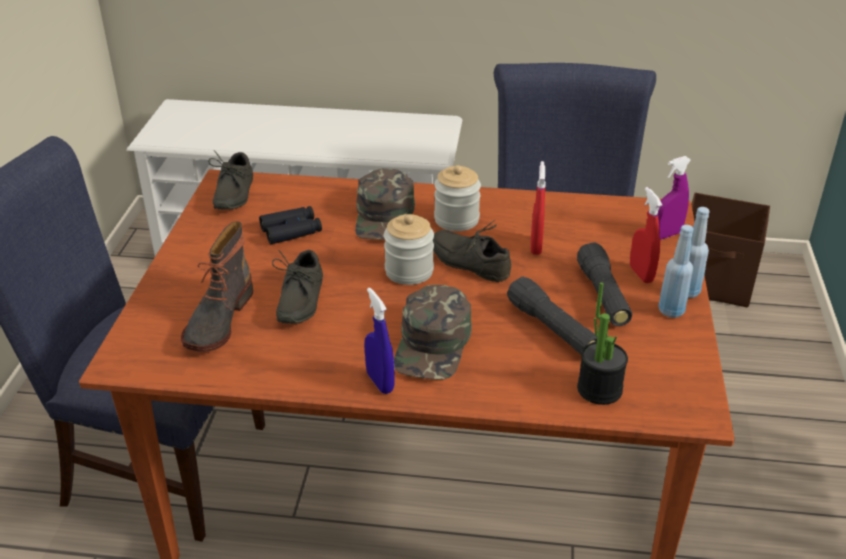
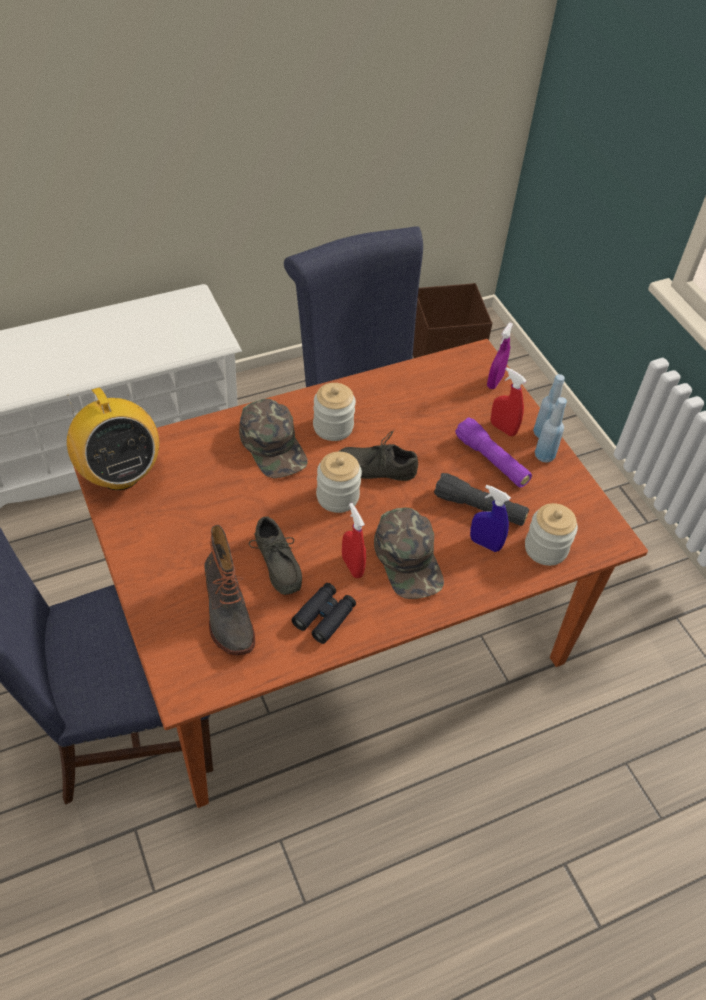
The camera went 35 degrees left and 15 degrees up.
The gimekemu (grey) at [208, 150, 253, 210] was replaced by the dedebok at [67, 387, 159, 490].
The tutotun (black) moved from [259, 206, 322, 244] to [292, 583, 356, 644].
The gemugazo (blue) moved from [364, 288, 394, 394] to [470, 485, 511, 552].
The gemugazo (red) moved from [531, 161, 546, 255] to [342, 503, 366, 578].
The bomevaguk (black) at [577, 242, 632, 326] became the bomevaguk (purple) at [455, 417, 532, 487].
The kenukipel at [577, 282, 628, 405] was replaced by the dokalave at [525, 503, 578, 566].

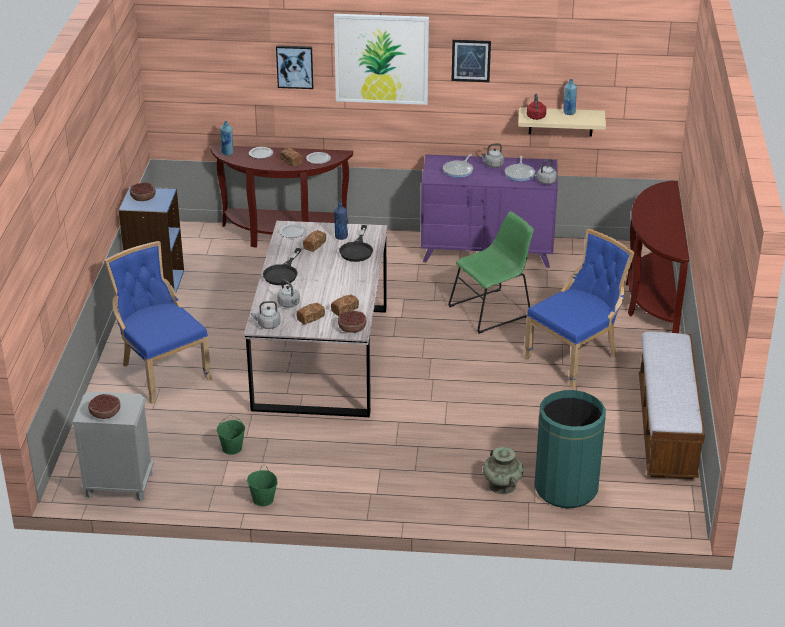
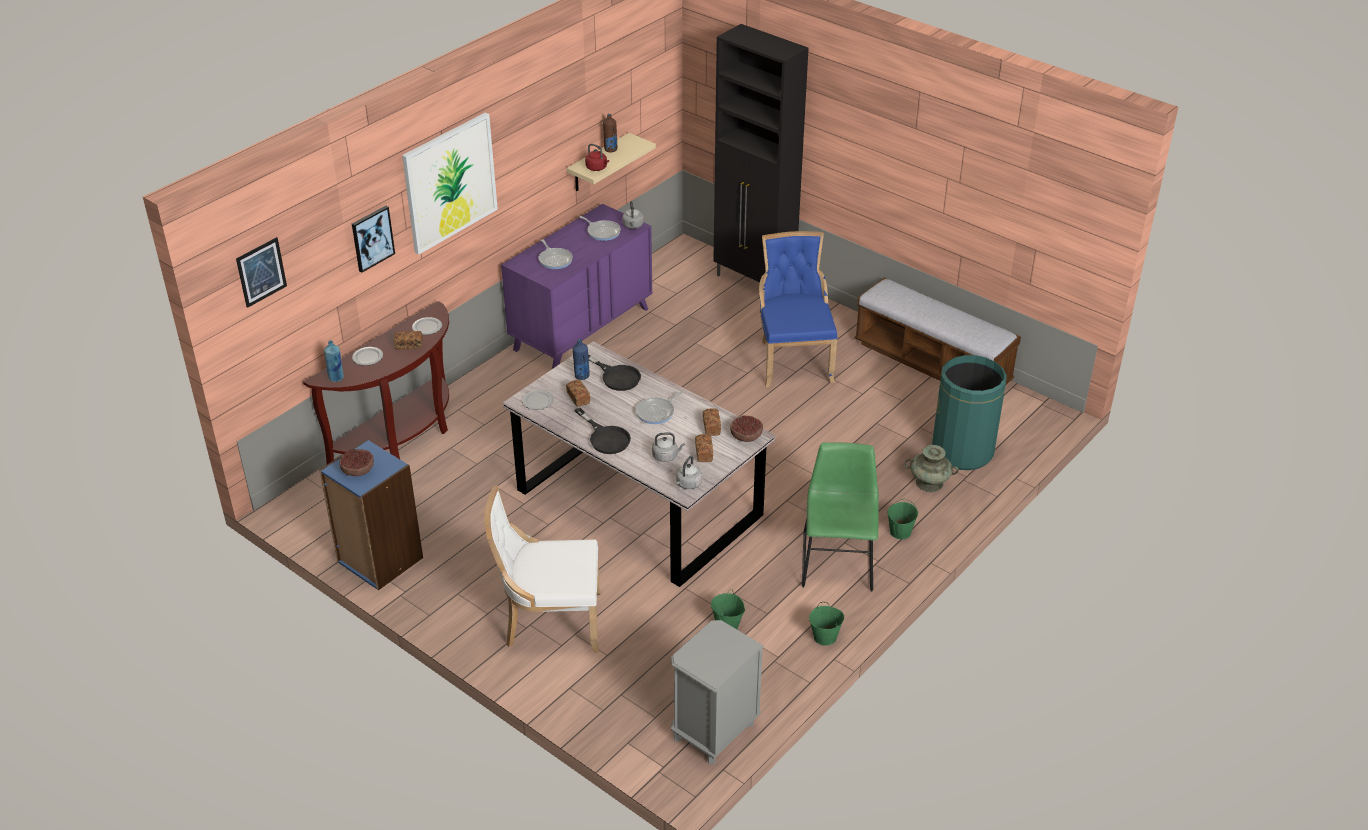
The camera went 55 degrees left and 5 degrees up.
The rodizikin at [88, 394, 120, 419] disappeared.
The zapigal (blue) at [104, 241, 212, 404] became the zapigal (white) at [484, 485, 601, 653].
The zapigal (green) moved from [448, 211, 534, 334] to [802, 442, 879, 591].
The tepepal moved from [452, 40, 491, 82] to [236, 237, 287, 308].
The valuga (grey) at [480, 143, 504, 168] disappeared.
The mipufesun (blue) at [563, 79, 577, 115] became the mipufesun (brown) at [603, 114, 617, 152].
The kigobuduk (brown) at [626, 181, 689, 333] was replaced by the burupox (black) at [713, 24, 809, 282].
The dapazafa at [636, 391, 683, 424] appeared.
The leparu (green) at [887, 499, 918, 539] appeared.

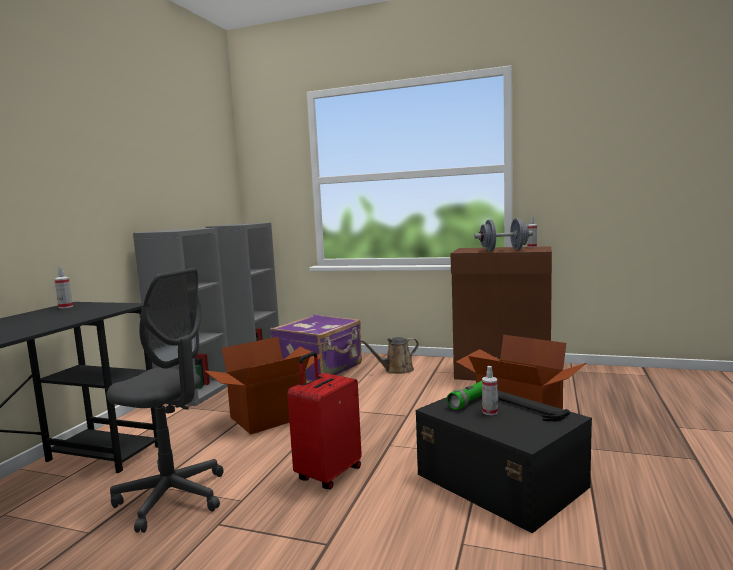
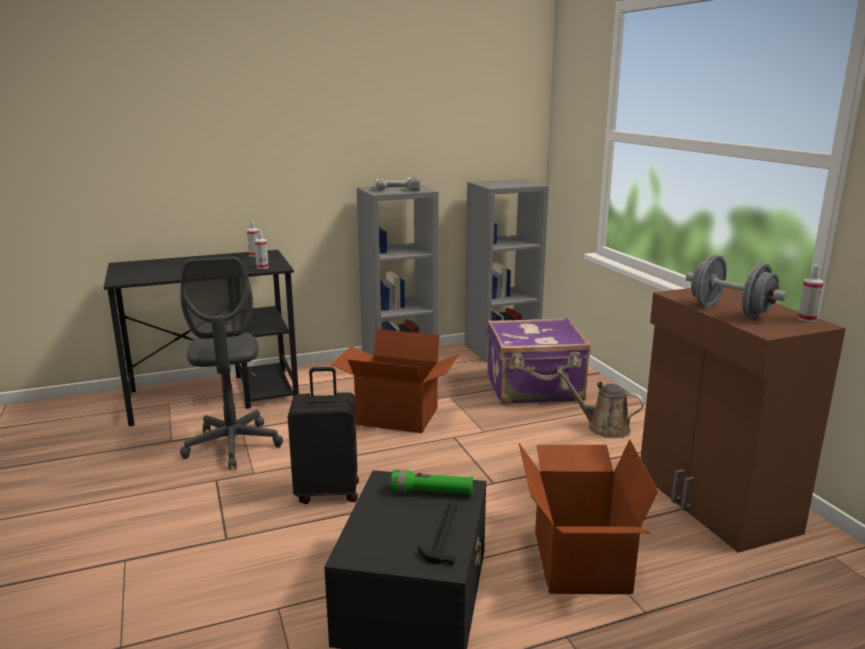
The camera went 50 degrees right and 10 degrees up.
The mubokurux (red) at [287, 352, 362, 489] became the mubokurux (black) at [288, 367, 359, 504].
The gemugazo moved from [482, 366, 498, 415] to [254, 229, 269, 269].
The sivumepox at [375, 176, 420, 191] appeared.

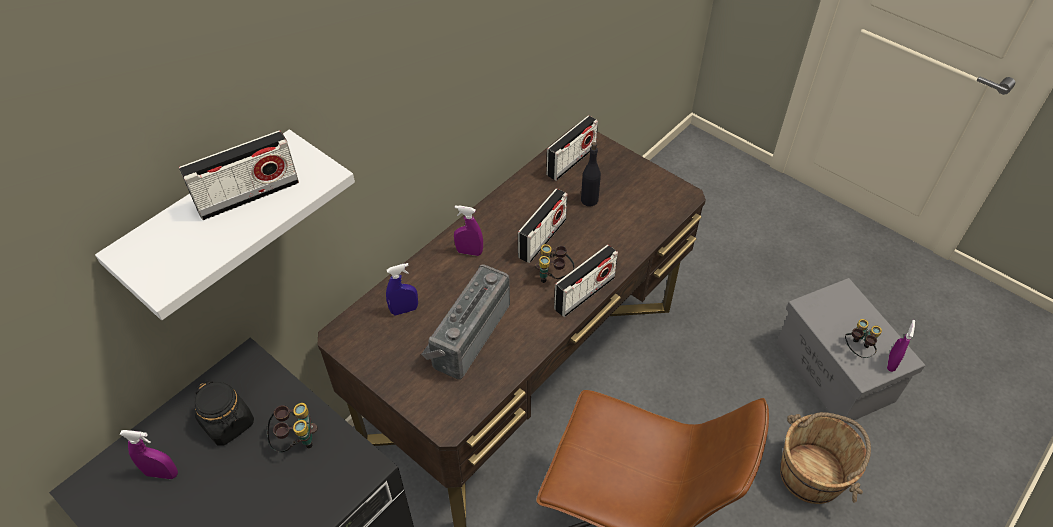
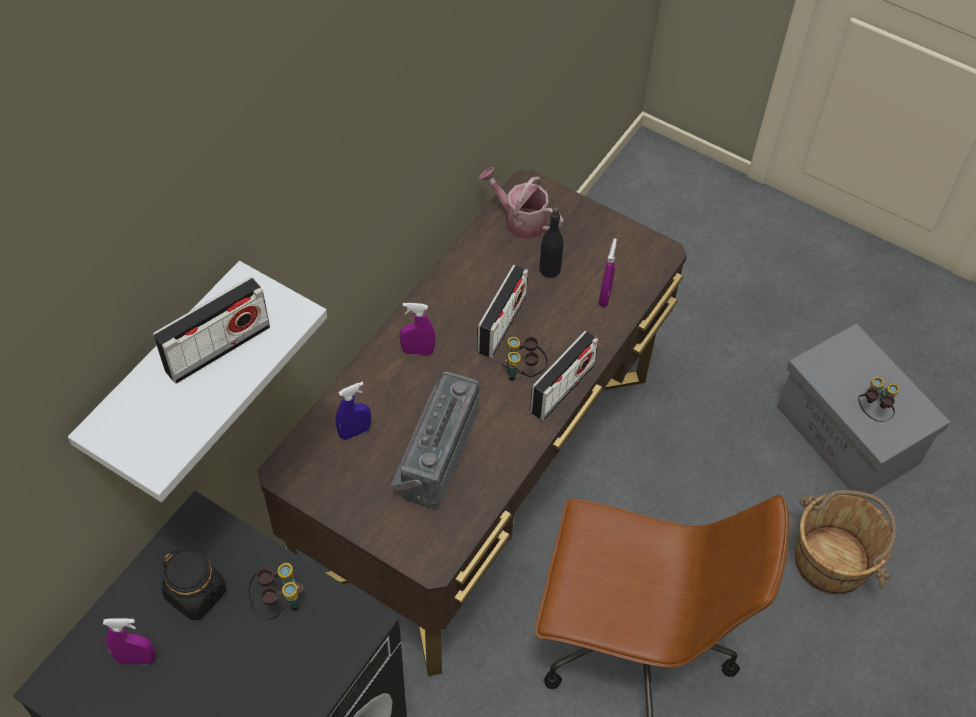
The camera went 10 degrees left and 5 degrees up.
The dedebok at [546, 115, 598, 181] was replaced by the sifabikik at [479, 167, 563, 239].
The gemugazo (purple) moved from [887, 320, 915, 372] to [599, 238, 617, 307].

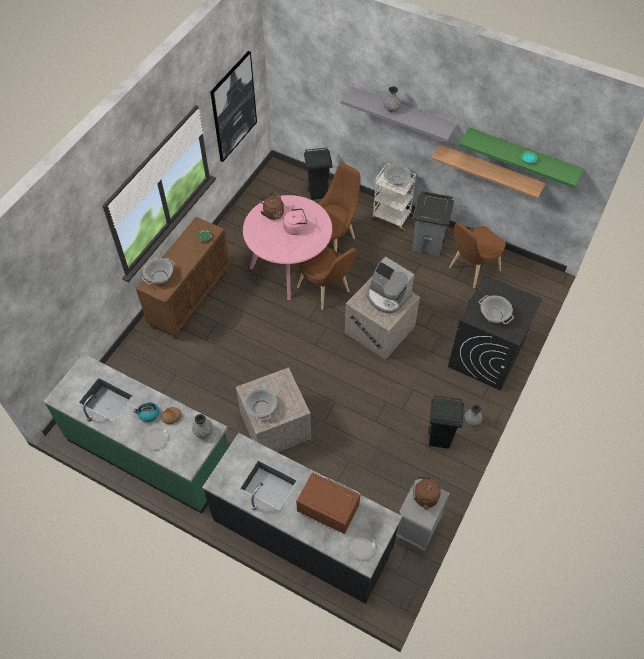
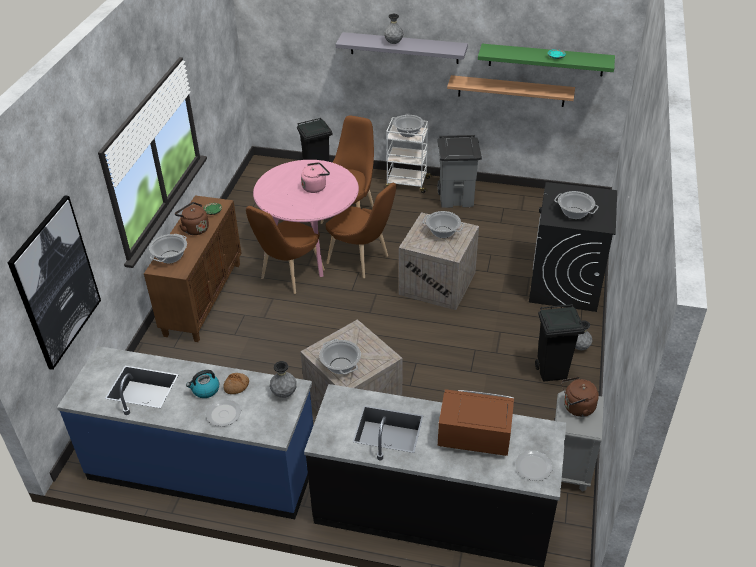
The camera went 15 degrees left and 15 degrees down.
The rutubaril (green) at [43, 353, 229, 514] became the rutubaril (blue) at [57, 346, 313, 519].
The tepepal moved from [210, 51, 257, 162] to [7, 195, 101, 370].
The valuga (brown) moved from [259, 192, 284, 220] to [175, 202, 209, 235].
The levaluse at [367, 256, 414, 314] was replaced by the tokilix at [422, 211, 464, 238].
The zapigal (brown) moved from [449, 222, 506, 288] to [246, 206, 325, 294].

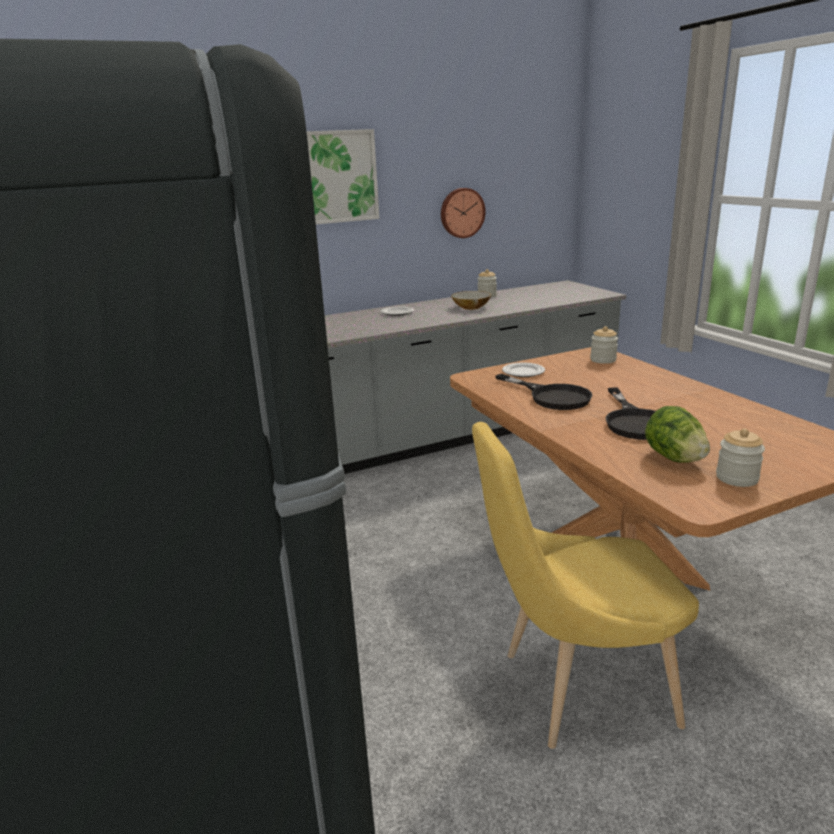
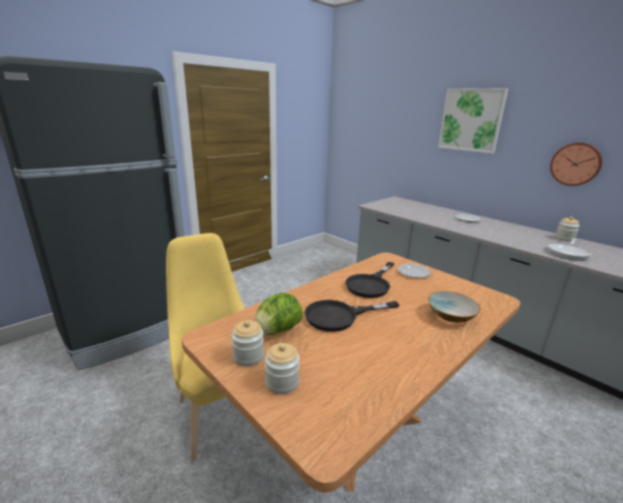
The camera went 70 degrees right and 0 degrees up.
The rodizikin moved from [451, 291, 491, 310] to [428, 291, 481, 323].
The dokalave moved from [590, 326, 618, 364] to [265, 343, 300, 394].
The dapazafa at [548, 238, 592, 260] appeared.

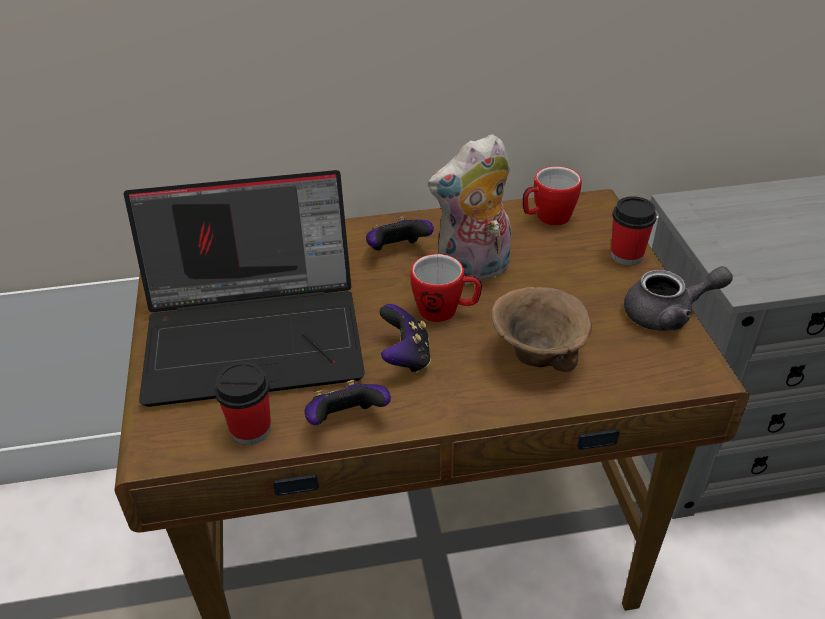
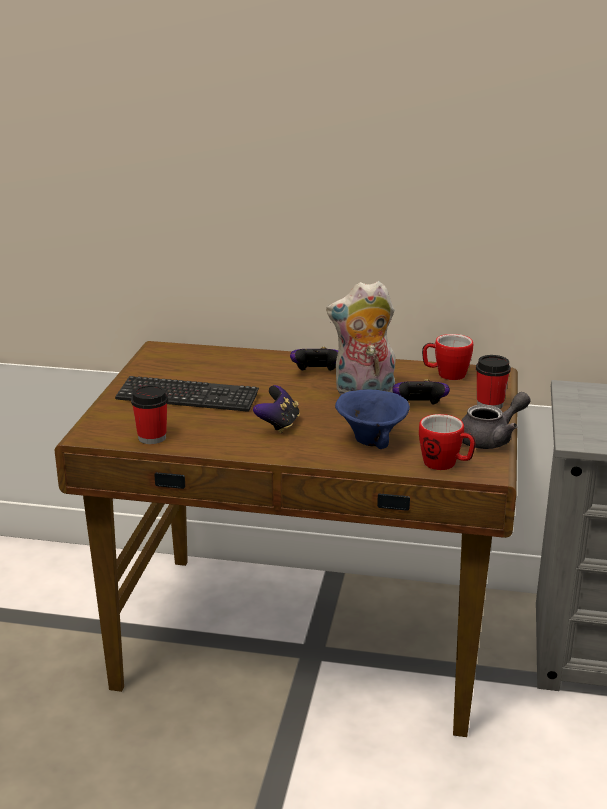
The camera went 20 degrees right and 15 degrees down.
The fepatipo at [124, 170, 365, 407] was replaced by the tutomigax at [115, 376, 259, 412].
The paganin moved from [304, 380, 391, 425] to [392, 379, 450, 405].
The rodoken moved from [410, 254, 482, 322] to [419, 414, 475, 470].
The rodizikin (brown) at [491, 287, 592, 372] became the rodizikin (blue) at [335, 390, 410, 449].
The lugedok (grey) at [624, 266, 733, 331] turned 45 degrees counterclockwise.

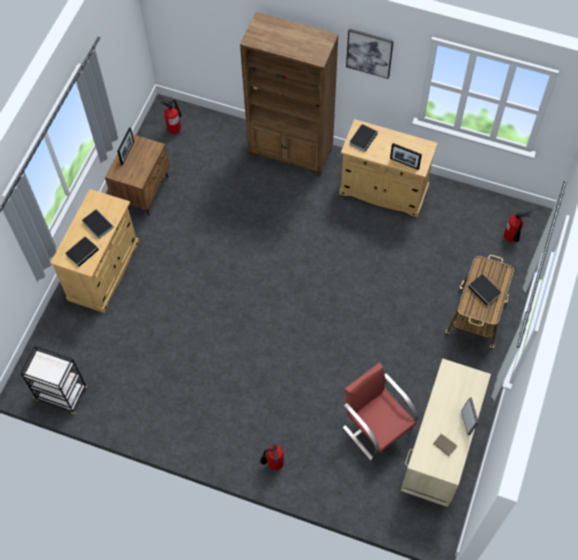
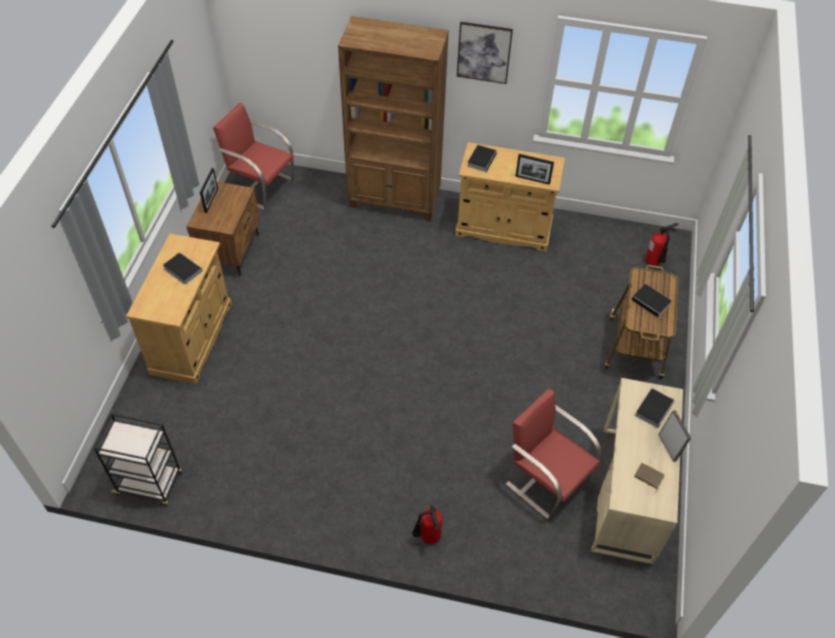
The camera went 10 degrees left and 10 degrees down.
The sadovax moved from [65, 237, 100, 267] to [635, 388, 675, 428].
The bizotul at [160, 97, 182, 134] was replaced by the zapigal (red) at [213, 103, 294, 210].

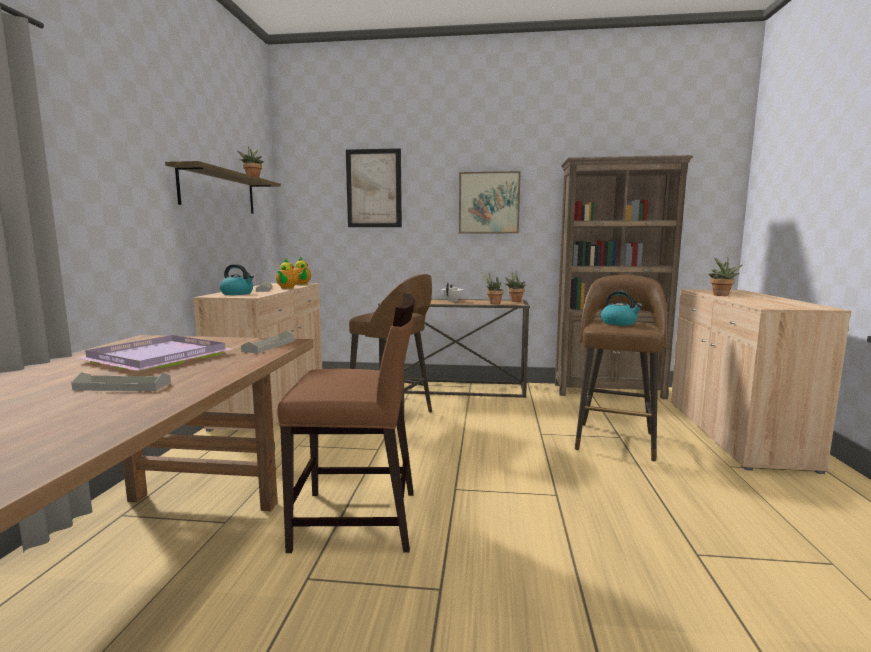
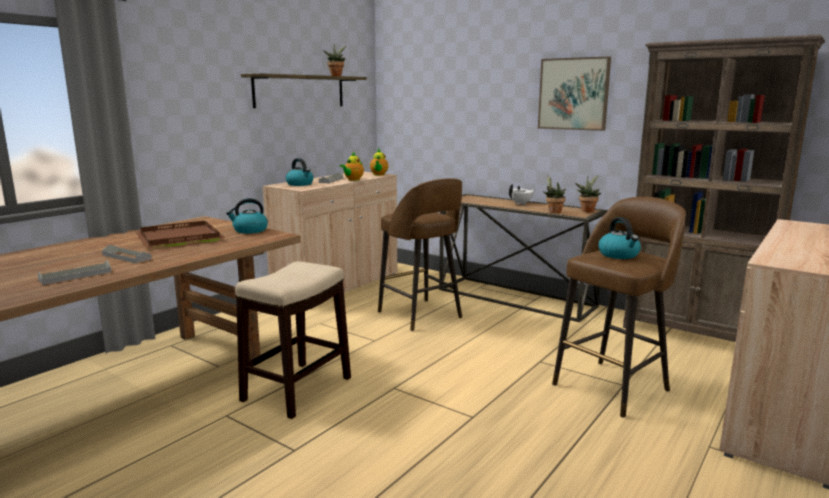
The camera went 30 degrees right and 5 degrees up.
The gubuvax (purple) at [77, 335, 233, 371] became the gubuvax (brown) at [135, 221, 226, 247].
The gubuvax (grey) moved from [241, 331, 294, 353] to [37, 260, 111, 285].
The zapigal (brown) at [277, 293, 415, 553] was replaced by the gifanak at [235, 261, 351, 419].
The tepepal at [346, 148, 402, 227] disappeared.
The kenukipel at [708, 258, 742, 296] disappeared.
The valuga at [226, 198, 268, 234] appeared.

